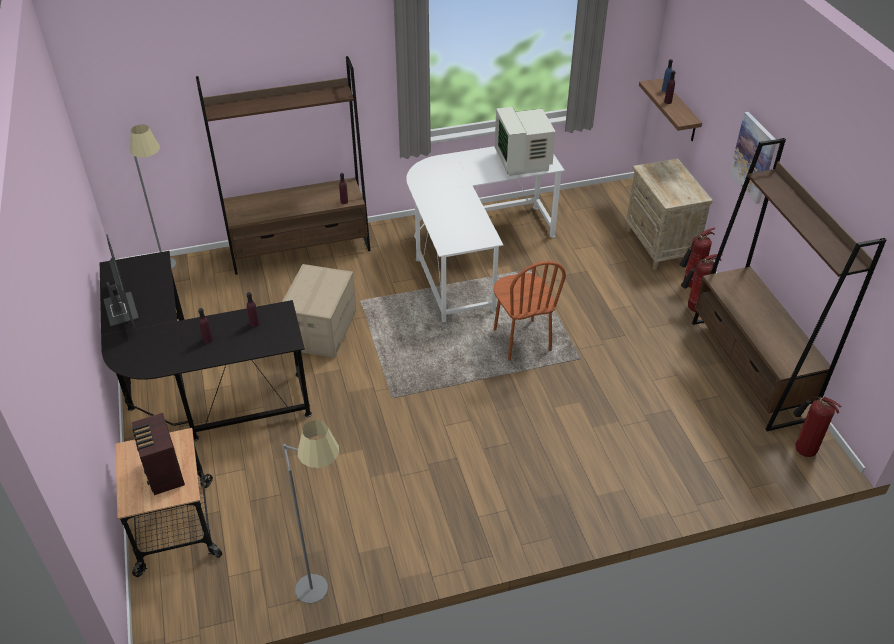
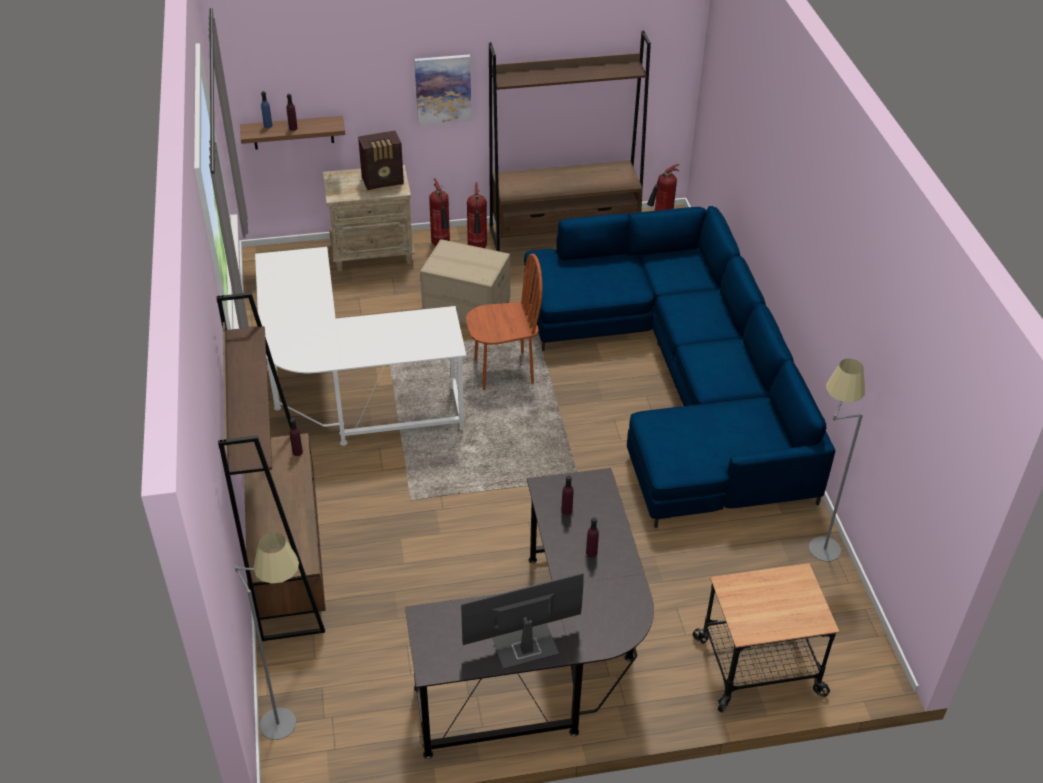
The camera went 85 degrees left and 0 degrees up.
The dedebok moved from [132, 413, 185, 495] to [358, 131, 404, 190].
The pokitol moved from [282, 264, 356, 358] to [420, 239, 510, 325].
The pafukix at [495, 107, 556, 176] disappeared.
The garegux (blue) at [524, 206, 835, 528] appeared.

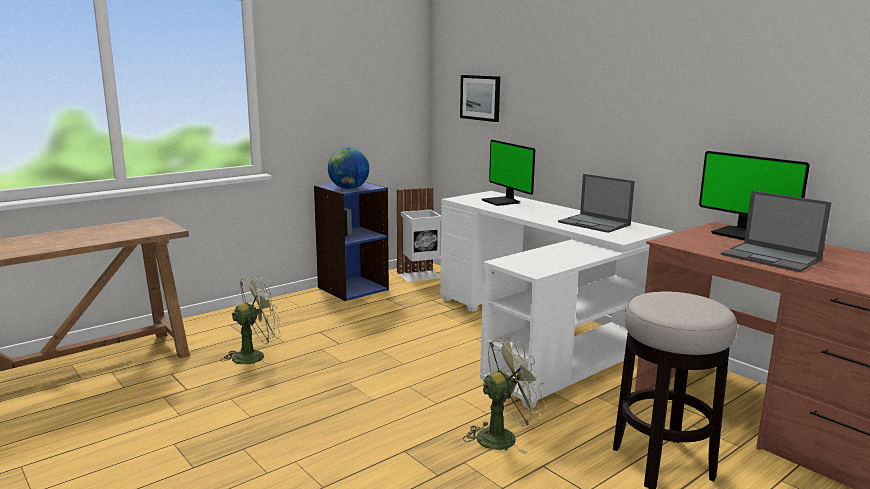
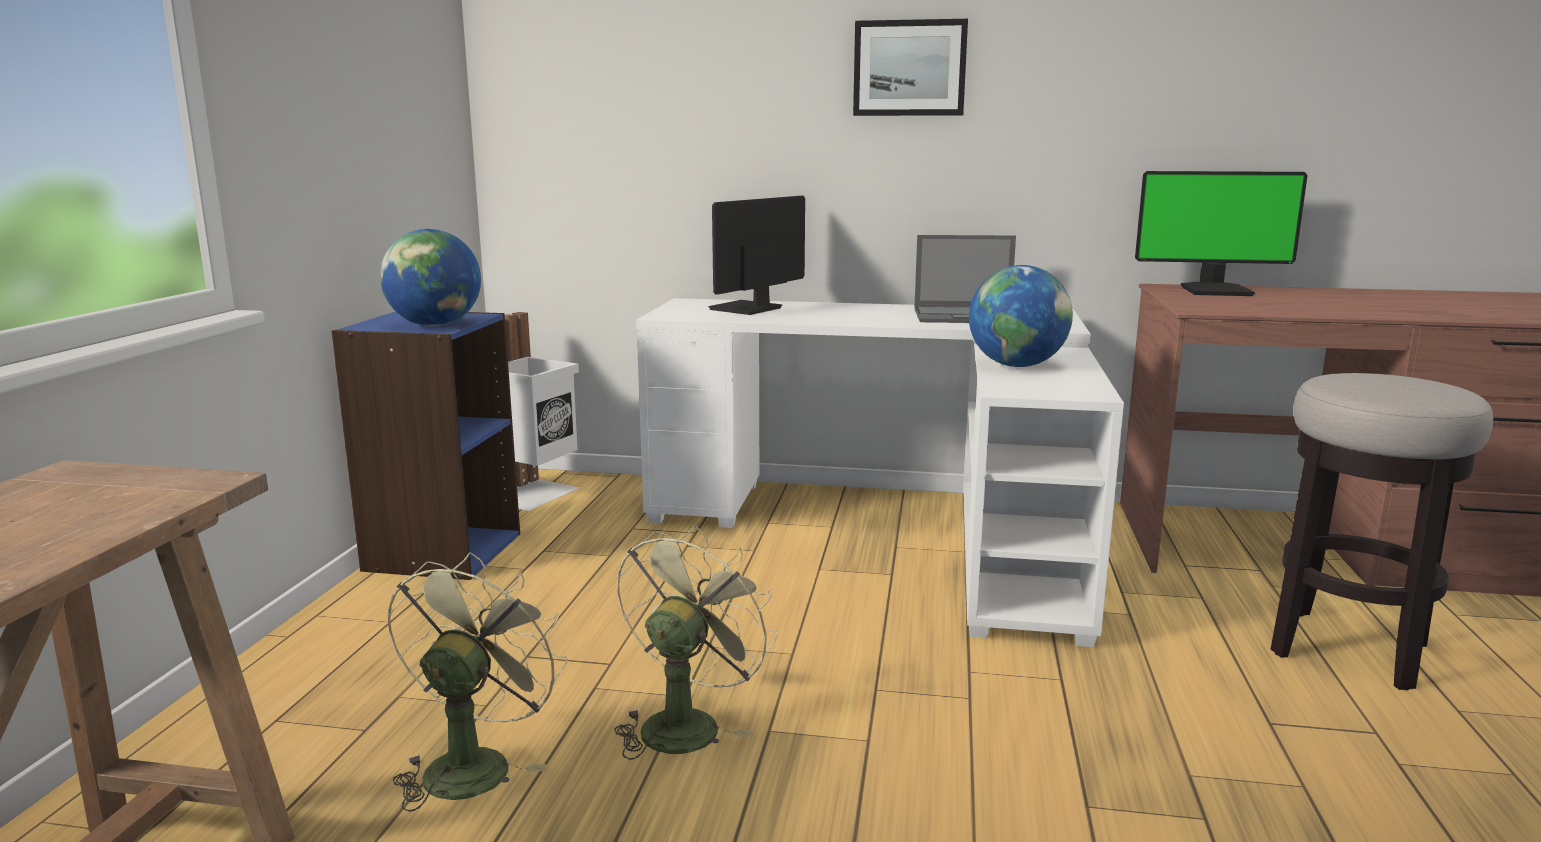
The camera went 40 degrees left and 0 degrees up.
The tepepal moved from [460, 75, 500, 122] to [853, 19, 968, 116].
The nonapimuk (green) moved from [463, 337, 546, 455] to [614, 525, 778, 760].
The pafukix at [482, 140, 535, 206] turned 105 degrees clockwise.
The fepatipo at [721, 191, 832, 272] disappeared.
The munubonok at [969, 265, 1073, 367] appeared.

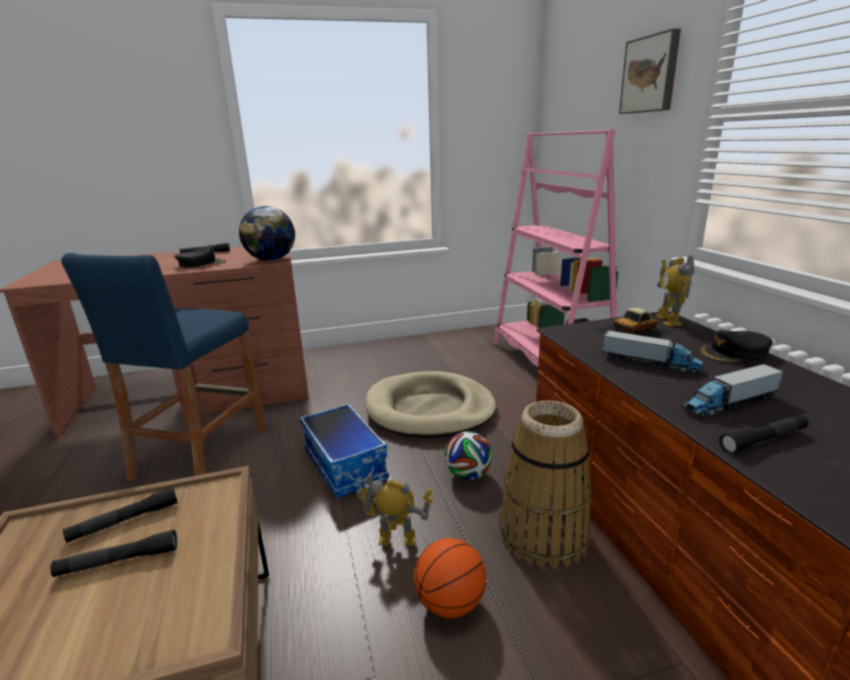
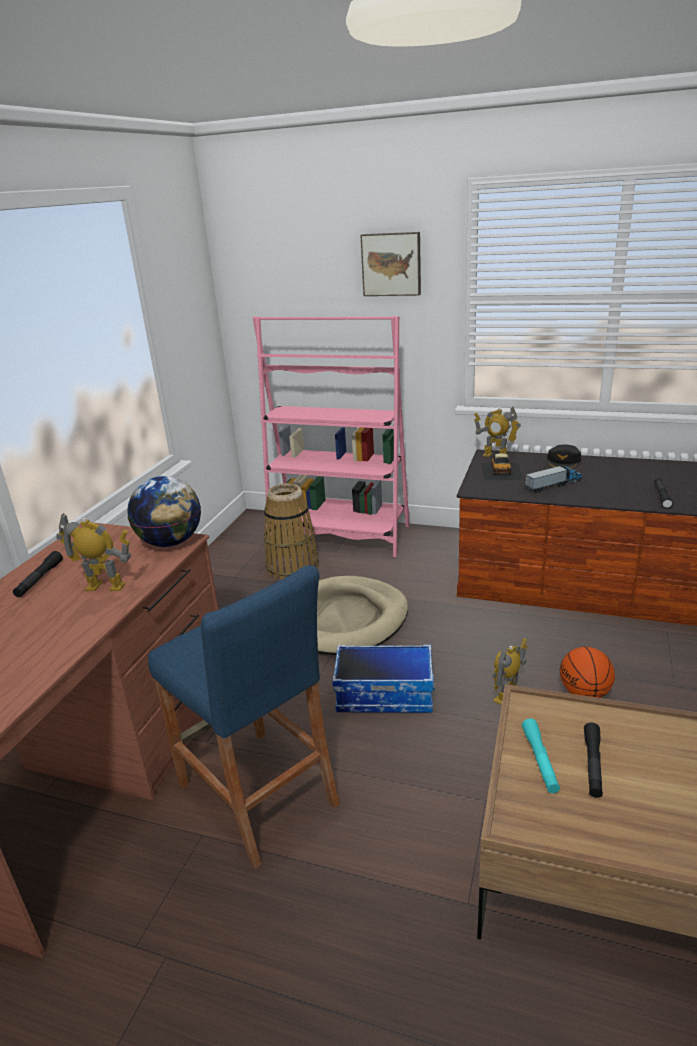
The camera went 55 degrees left and 5 degrees up.
The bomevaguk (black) at [63, 486, 178, 543] became the bomevaguk (turquoise) at [522, 719, 560, 793].
The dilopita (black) at [174, 245, 226, 268] was replaced by the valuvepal at [56, 513, 131, 591].
The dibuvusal at [444, 431, 492, 480] disappeared.
The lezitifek moved from [500, 400, 592, 568] to [264, 483, 319, 580].
The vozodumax at [682, 364, 784, 418] disappeared.

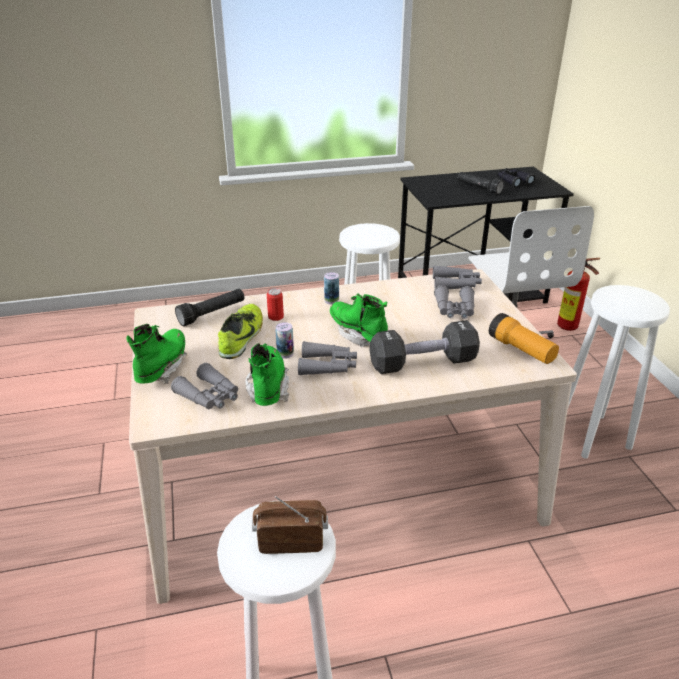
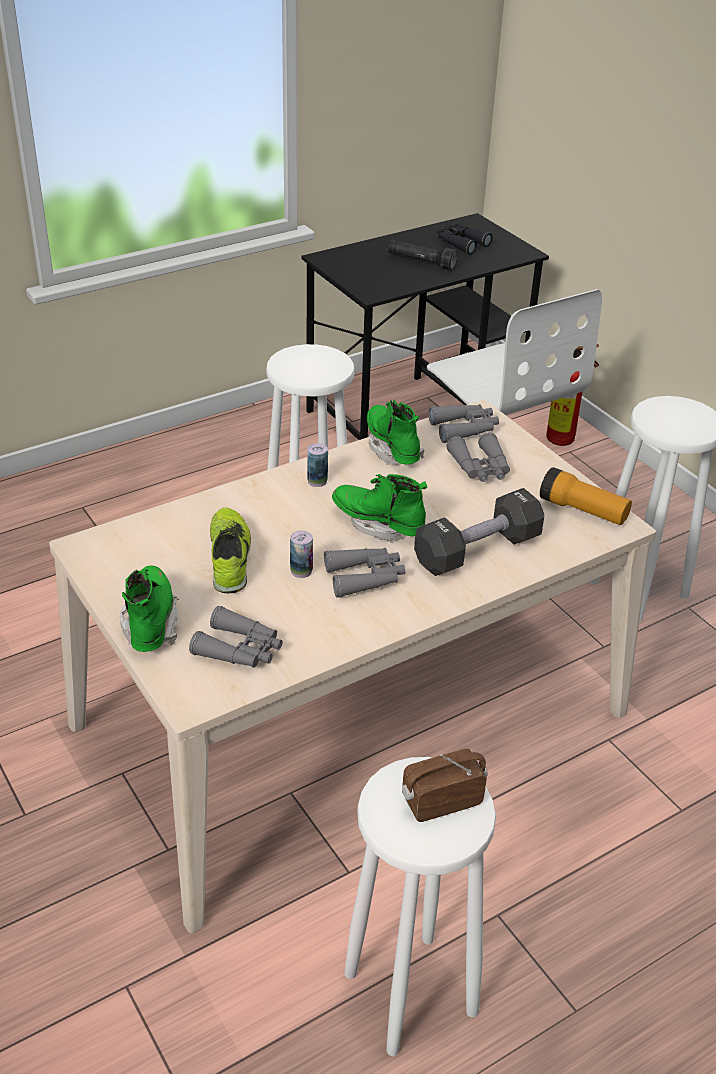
The camera went 20 degrees left and 5 degrees up.
The bomevaguk (black) at [175, 289, 244, 326] disappeared.
The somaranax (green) moved from [245, 343, 289, 406] to [367, 400, 424, 465].
The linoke at [267, 288, 284, 321] disappeared.

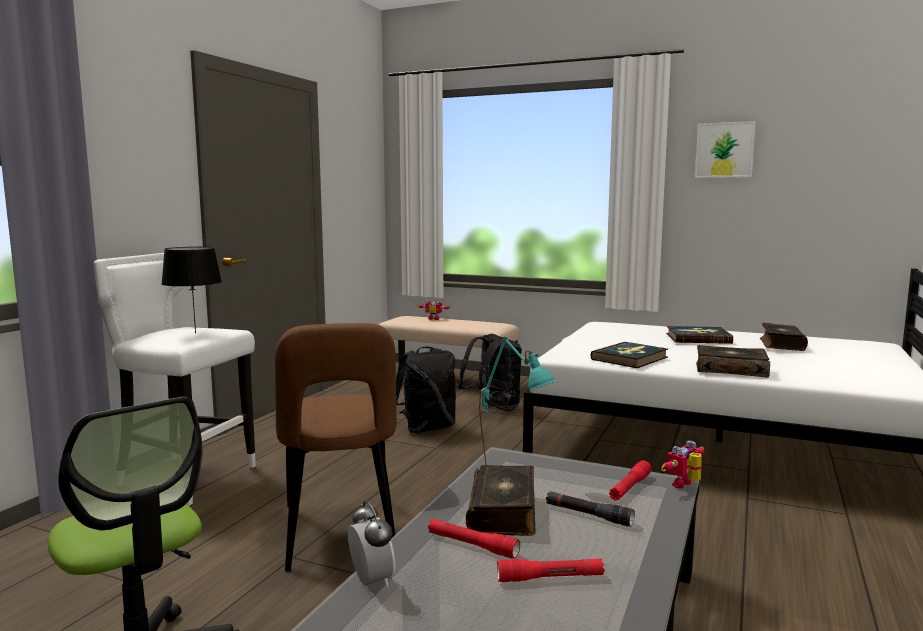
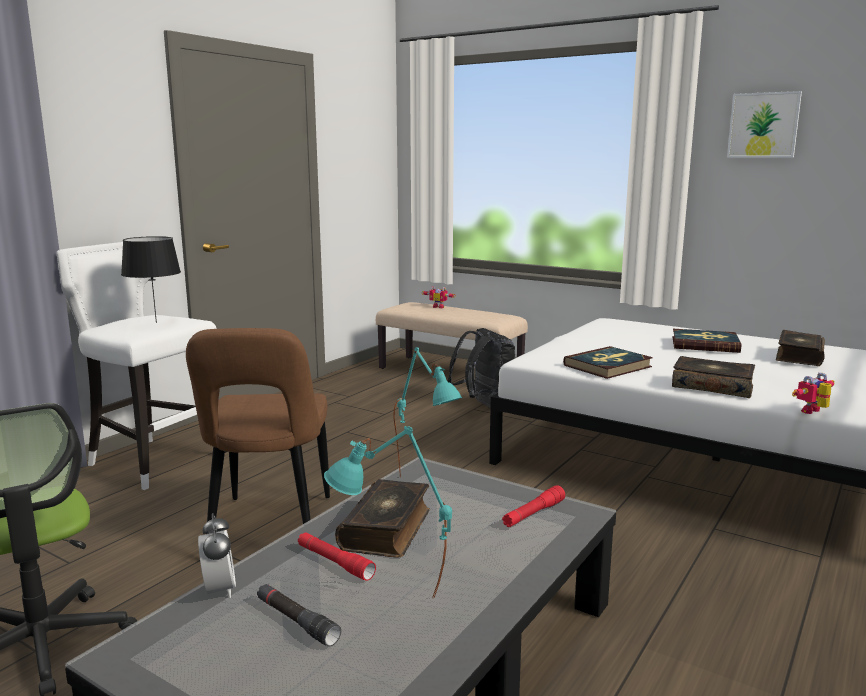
The camera went 10 degrees right and 5 degrees up.
The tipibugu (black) at [396, 346, 456, 433] disappeared.
The bomevaguk (red) at [497, 559, 605, 582] was replaced by the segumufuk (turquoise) at [324, 426, 452, 598].
The bomevaguk (black) moved from [546, 491, 635, 527] to [257, 584, 341, 647].
The valuvepal moved from [661, 441, 705, 488] to [792, 373, 835, 414].

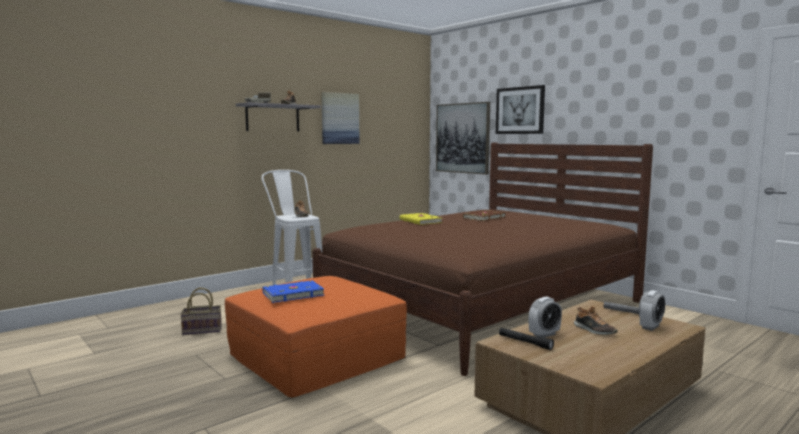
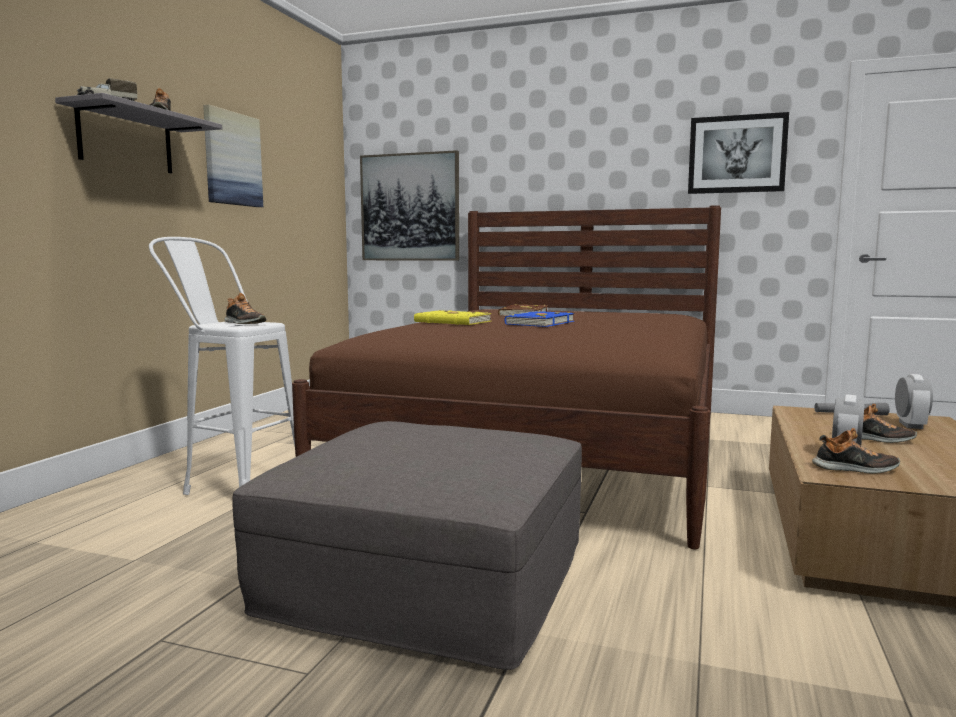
The camera went 30 degrees left and 0 degrees up.
The lezitifek at [180, 288, 222, 335] disappeared.
The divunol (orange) at [225, 276, 407, 397] became the divunol (grey) at [232, 421, 582, 670].
The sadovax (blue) moved from [263, 281, 324, 303] to [505, 311, 575, 327].
The tepepal moved from [496, 85, 545, 134] to [688, 112, 789, 194].
The bomevaguk (black) at [499, 328, 554, 350] was replaced by the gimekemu at [812, 428, 900, 474].

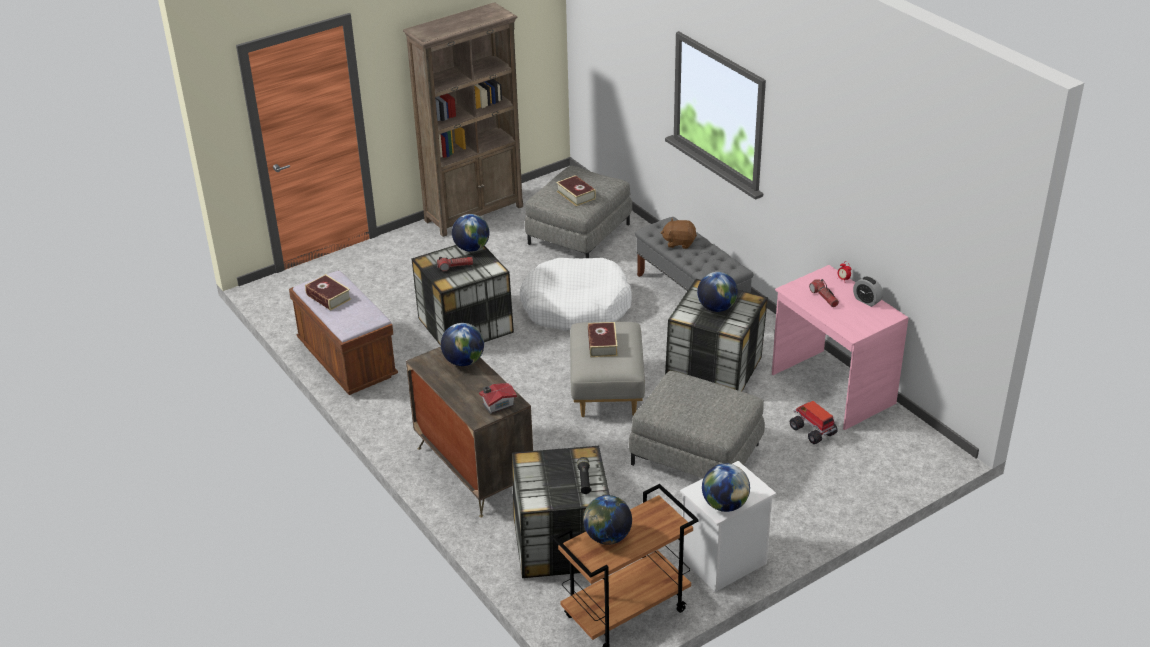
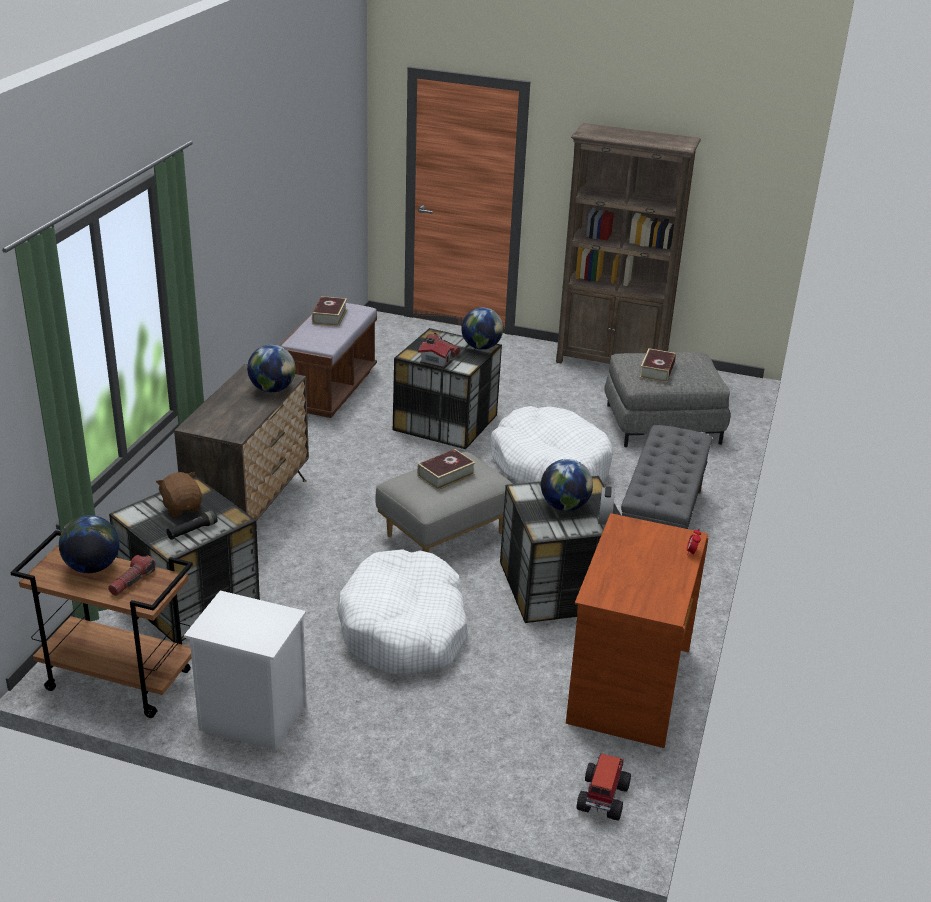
The camera went 50 degrees right and 5 degrees down.
The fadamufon moved from [479, 383, 517, 415] to [418, 338, 454, 368].
The divunol (grey) at [629, 371, 765, 478] was replaced by the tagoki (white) at [337, 549, 468, 675].
The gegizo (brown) moved from [660, 218, 697, 249] to [156, 472, 202, 517].
The munubonok at [702, 463, 750, 512] disappeared.
The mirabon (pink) at [772, 265, 909, 430] became the mirabon (brown) at [566, 513, 709, 748].
The vozodumax moved from [790, 401, 838, 444] to [576, 754, 631, 821].
The bomevaguk moved from [809, 279, 839, 307] to [108, 555, 156, 596].
The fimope moved from [853, 276, 883, 307] to [598, 486, 615, 525].

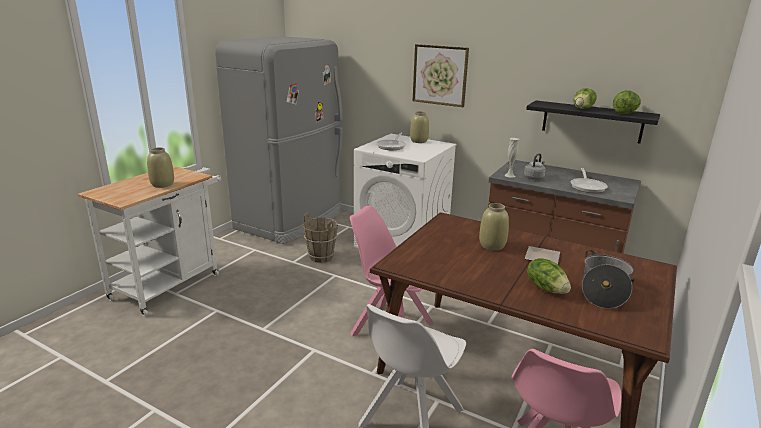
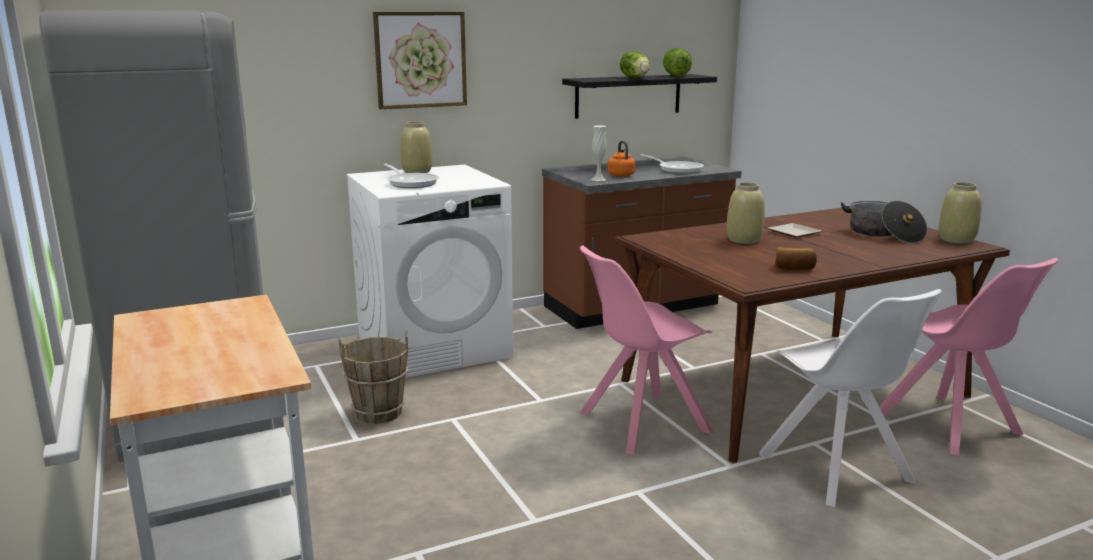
The camera went 55 degrees left and 5 degrees down.
The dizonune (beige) moved from [147, 147, 174, 188] to [939, 182, 982, 244].
The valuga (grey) at [524, 153, 546, 180] became the valuga (orange) at [608, 141, 635, 177].
The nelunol at [527, 258, 571, 294] disappeared.
The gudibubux at [775, 247, 817, 270] appeared.

